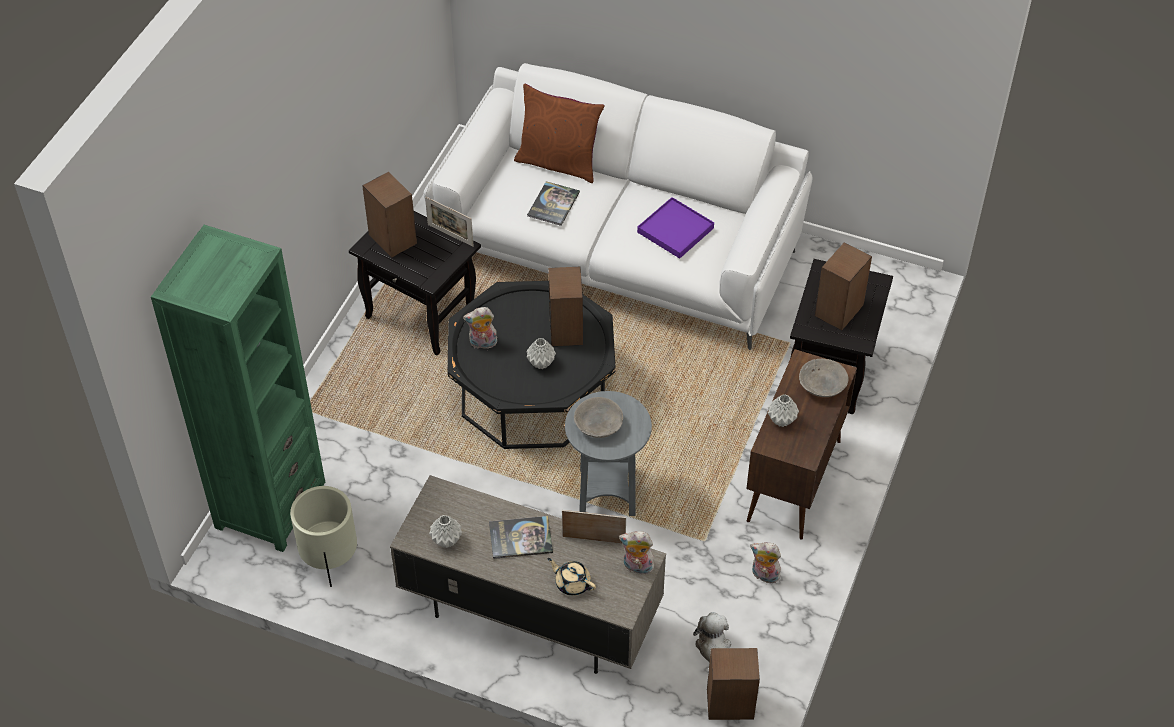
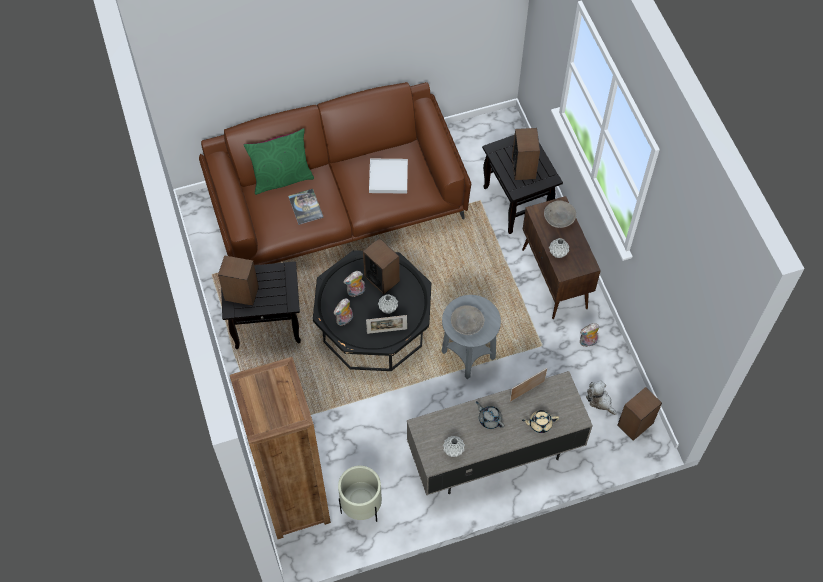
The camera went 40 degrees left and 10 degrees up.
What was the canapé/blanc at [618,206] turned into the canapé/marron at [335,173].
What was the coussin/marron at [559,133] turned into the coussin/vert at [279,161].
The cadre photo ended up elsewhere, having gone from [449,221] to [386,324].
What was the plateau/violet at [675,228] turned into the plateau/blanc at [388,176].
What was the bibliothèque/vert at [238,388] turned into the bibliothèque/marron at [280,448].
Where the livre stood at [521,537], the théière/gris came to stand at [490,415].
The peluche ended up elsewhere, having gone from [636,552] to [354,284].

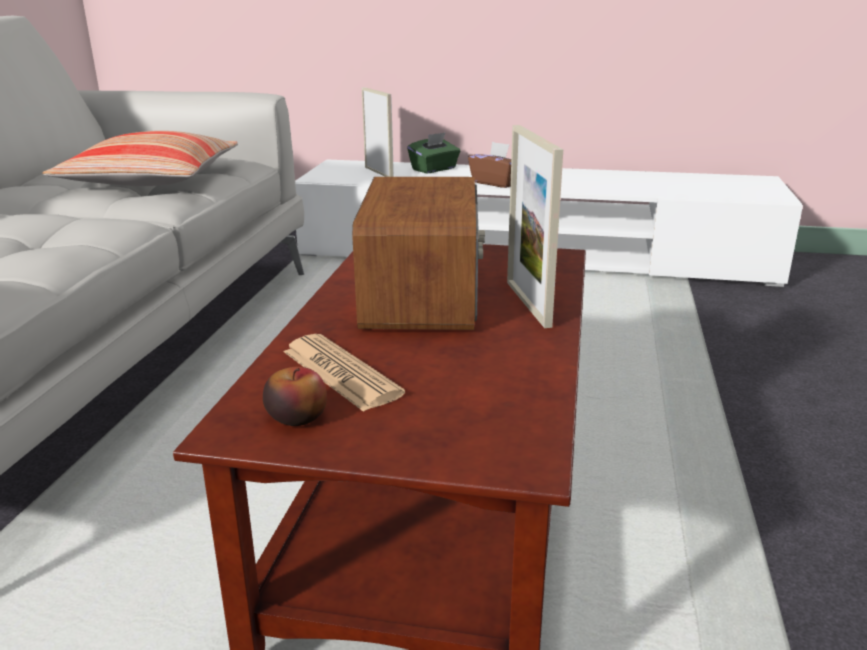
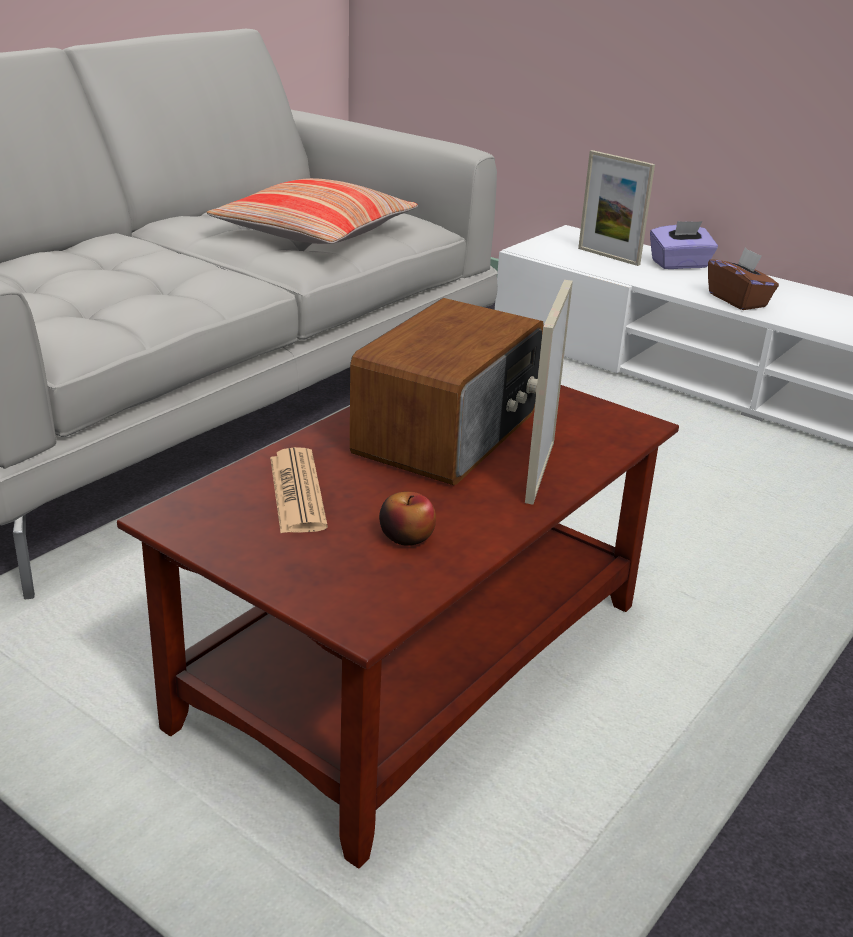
The camera went 25 degrees right and 5 degrees up.
The cadre photo at [378,132] ended up facing another way, 135 degrees clockwise from before.
What was the boîte à mouchoirs/vert at [433,153] turned into the boîte à mouchoirs/violet at [684,245].
The pomme ended up elsewhere, having gone from [295,396] to [407,519].

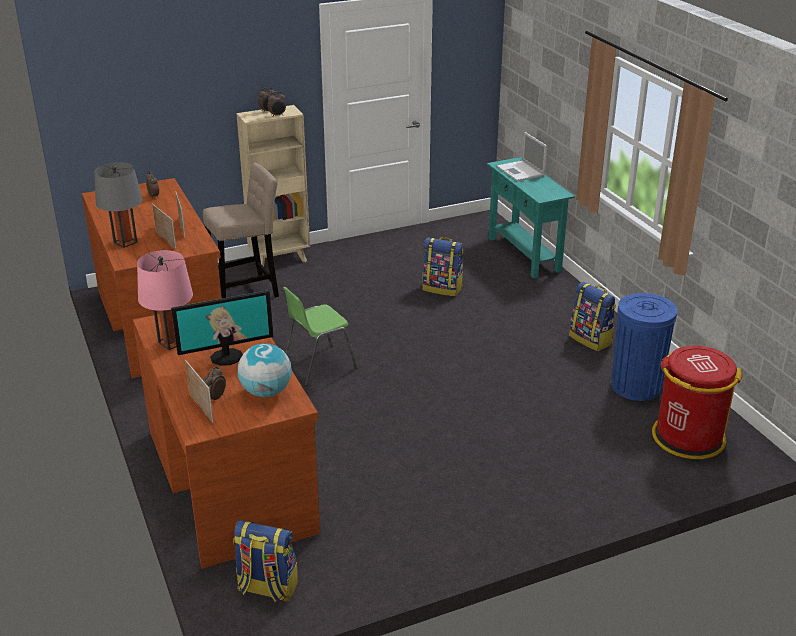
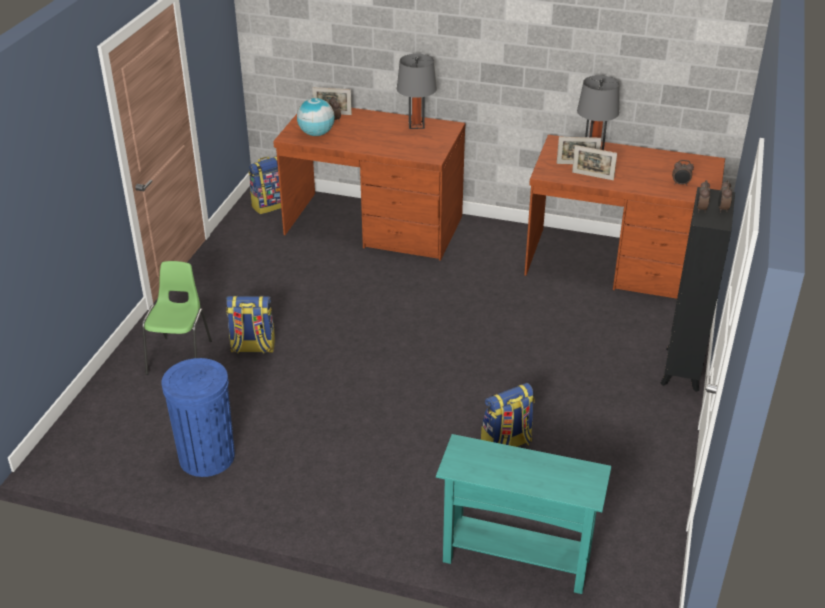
The camera went 130 degrees right and 5 degrees up.
What was the bibliothèque/beige at [273,186] turned into the bibliothèque/noir at [697,289].
The second view lost the ordinateur portable at [522,157].
The second view lost the tabouret/beige at [241,230].
What was the lampe de table/rose at [165,300] turned into the lampe de table/gris at [417,91].
The sac à dos ended up elsewhere, having gone from [592,316] to [250,325].
The chaise/vert ended up elsewhere, having gone from [320,336] to [177,318].
The second view lost the écran d'ordinateur at [222,328].
The second view lost the poubelle/rouge at [697,402].

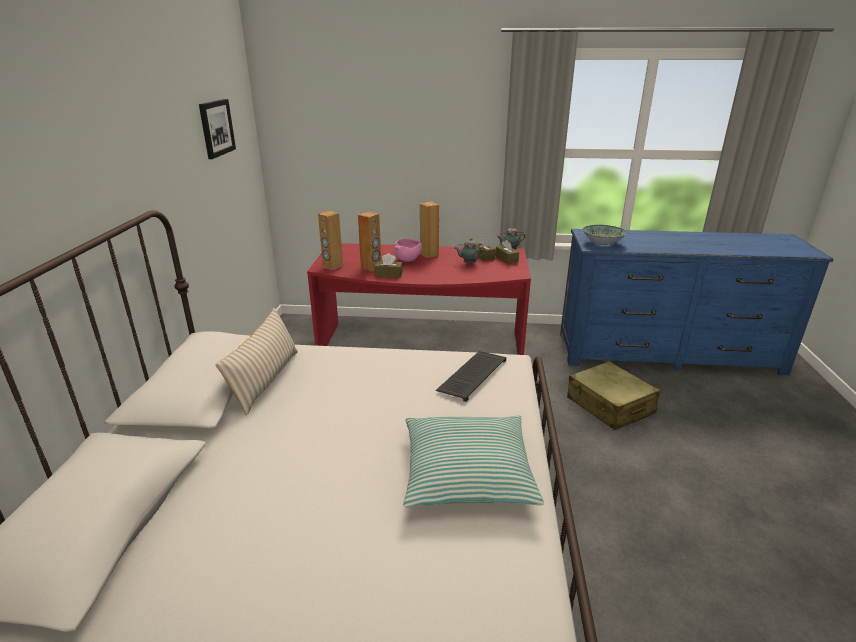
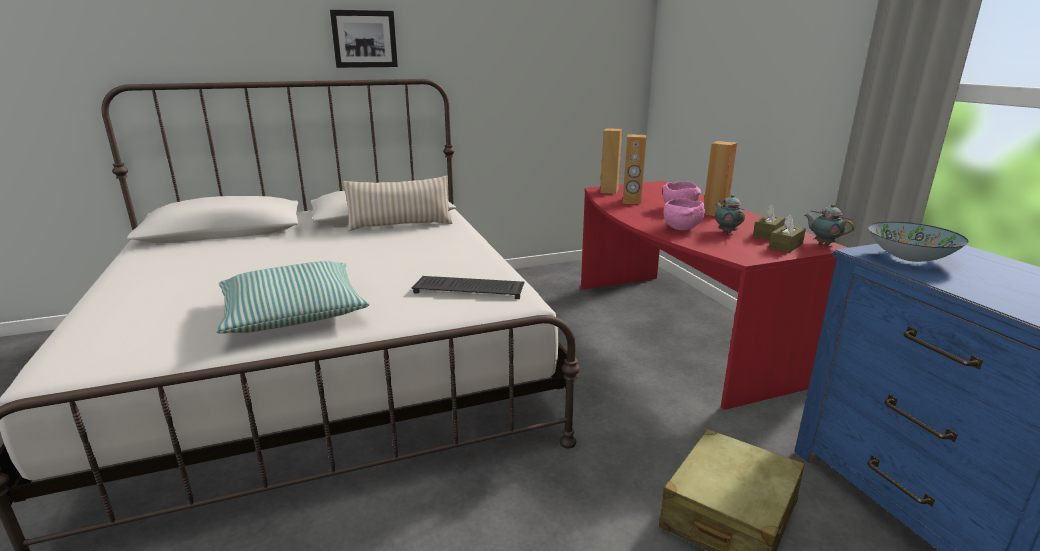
The camera went 65 degrees right and 5 degrees down.
The tableau ended up elsewhere, having gone from [217,129] to [364,39].
The second view lost the boîte à mouchoirs/marron at [389,265].
The second view gained the bol/rose at [684,214].

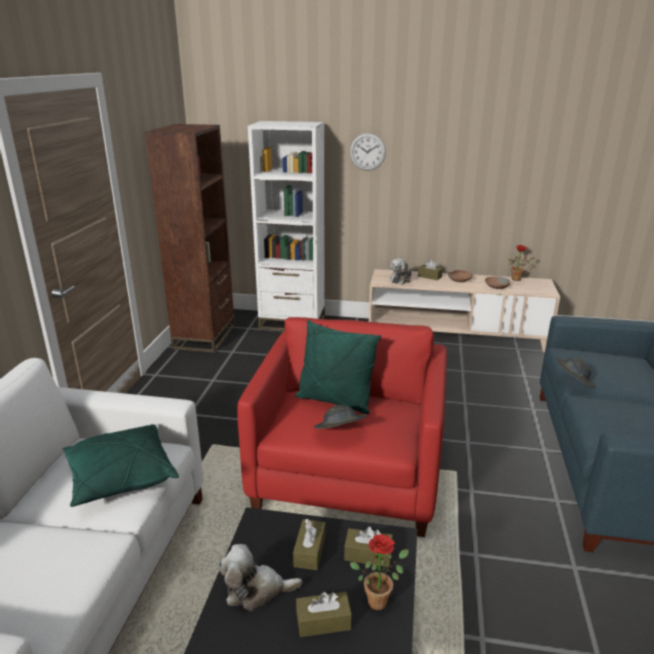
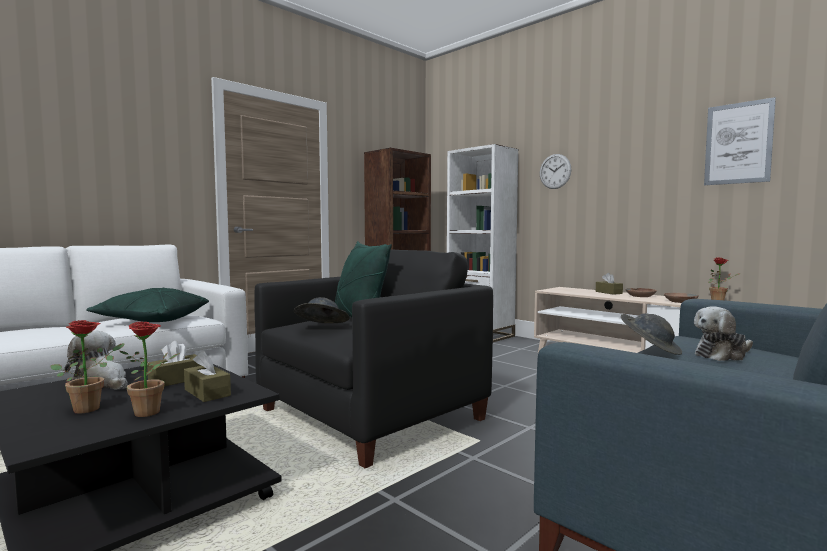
The camera went 35 degrees right and 20 degrees down.
The peluche ended up elsewhere, having gone from [401,271] to [723,333].
What was the fauteuil/rouge at [342,427] turned into the fauteuil/noir at [373,359].
Where the boîte à mouchoirs/marron stood at [324,614], the plante en pot came to stand at [88,367].
The second view gained the tableau at [740,141].

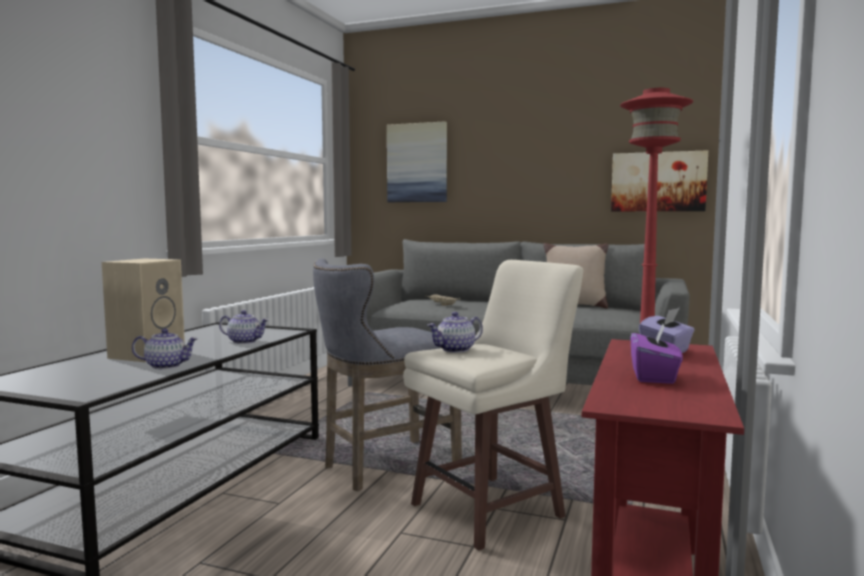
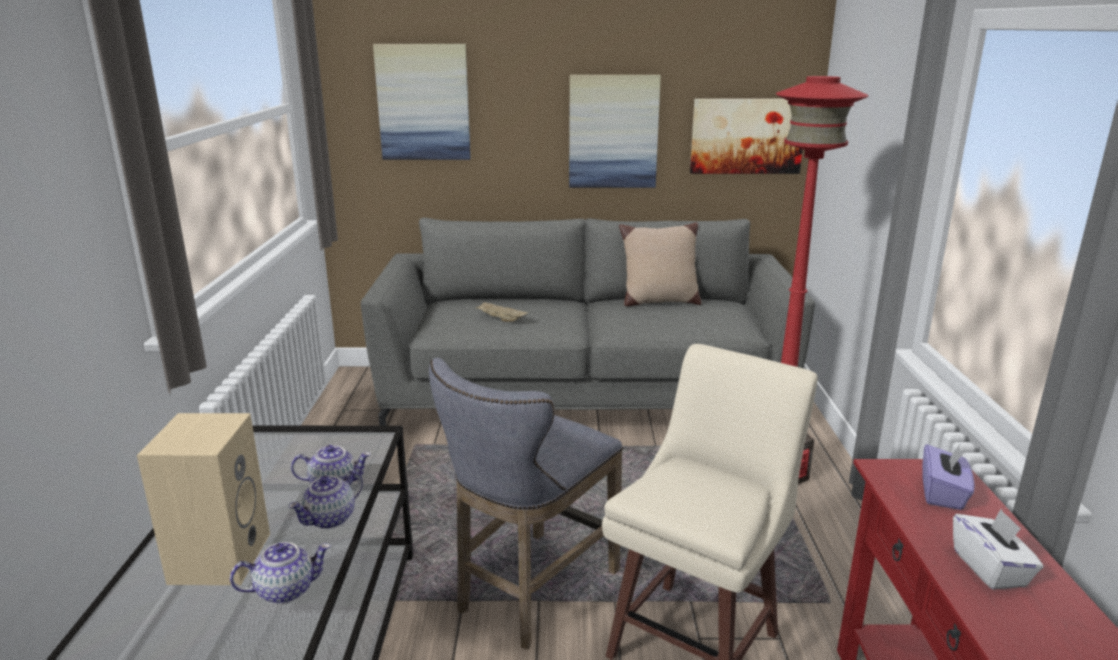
The camera went 20 degrees left and 15 degrees up.
The théière ended up elsewhere, having gone from [455,332] to [325,499].
What was the boîte à mouchoirs/violet at [656,354] turned into the boîte à mouchoirs/blanc at [998,549].
The second view gained the tableau at [615,131].

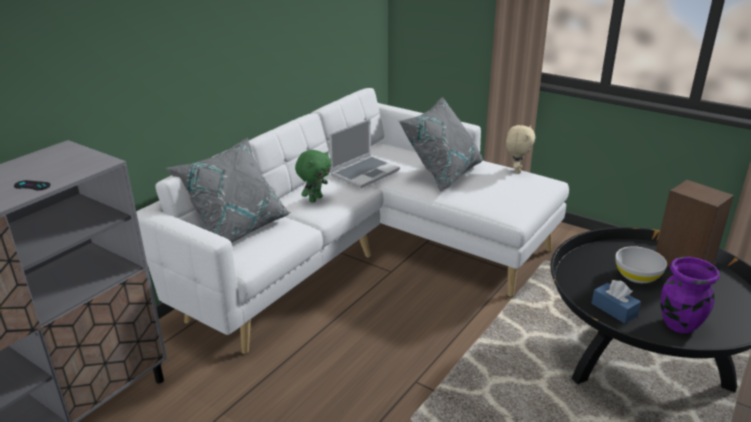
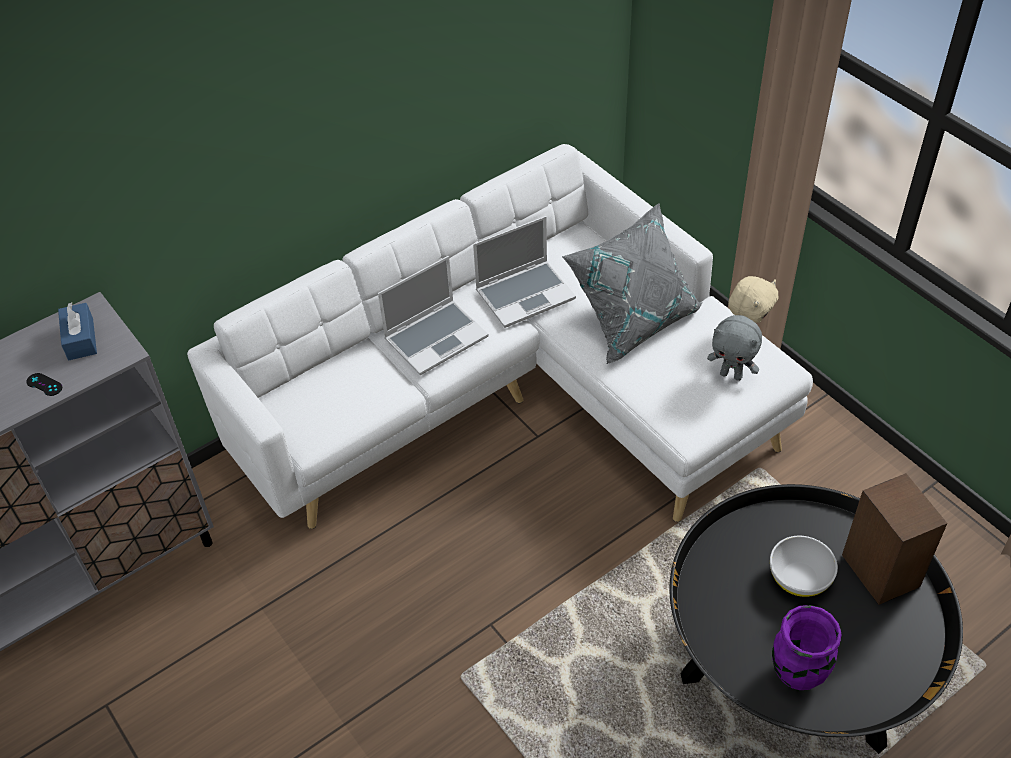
The camera went 20 degrees right and 20 degrees up.
The second view lost the coussin/gris at [228,190].
Where the peluche/vert stood at [313,176], the ordinateur portable came to stand at [433,315].
The boîte à mouchoirs/bleu ended up elsewhere, having gone from [616,302] to [77,331].
The second view gained the peluche/gris at [734,348].

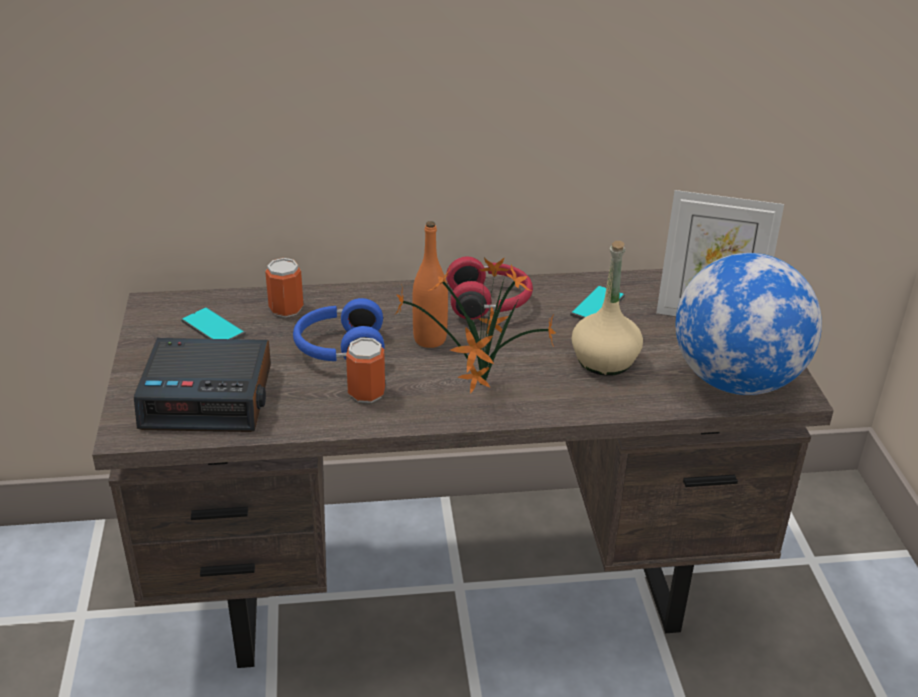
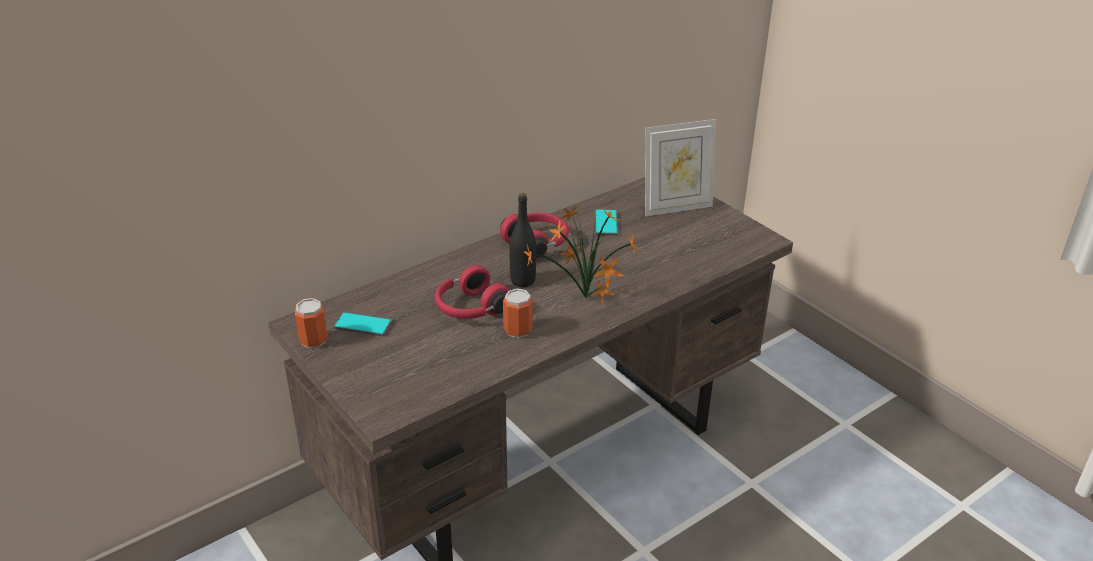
The camera went 30 degrees left and 0 degrees up.
What was the bouteille/orange at [430,284] turned into the bouteille/noir at [522,240].
The second view lost the bouteille/beige at [607,308].
The second view lost the globe at [749,324].
The boîte métallique ended up elsewhere, having gone from [284,287] to [311,323].
What was the casque audio/bleu at [338,329] turned into the casque audio/rouge at [472,292].
The second view lost the réveil at [202,385].

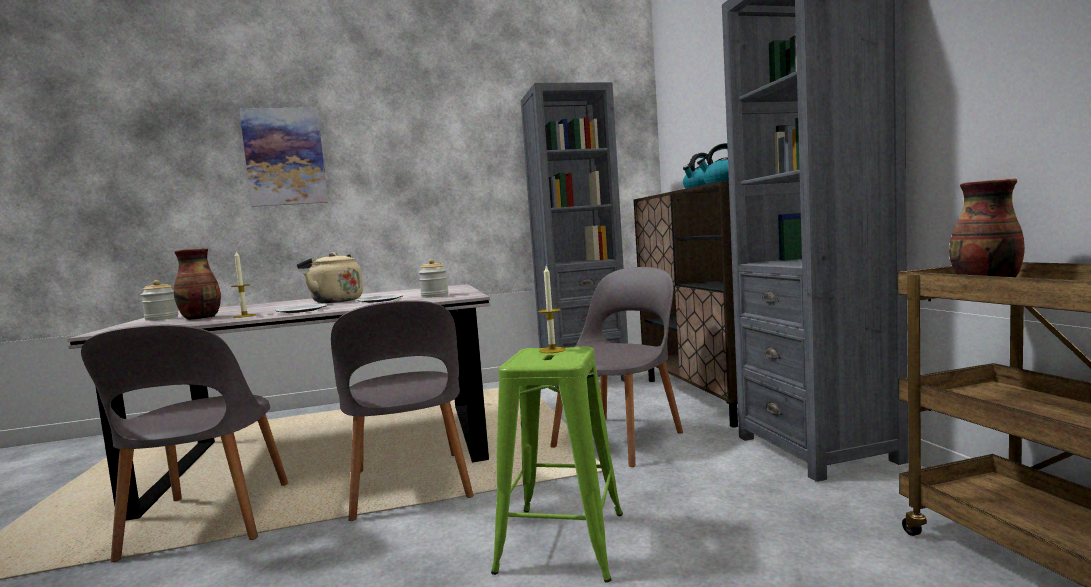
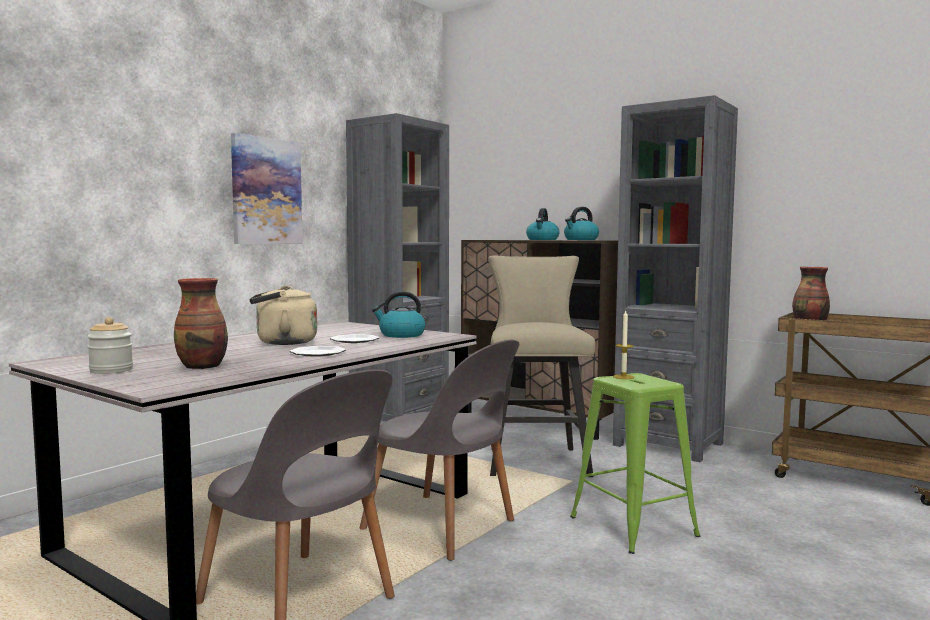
The camera went 40 degrees left and 0 degrees up.
The tableau ended up elsewhere, having gone from [283,157] to [266,188].
The second view lost the bougie at [243,284].
Where the bocal stood at [433,278], the bouilloire came to stand at [399,314].
Where the chaise/gris stood at [616,367], the tabouret/beige came to stand at [541,366].

